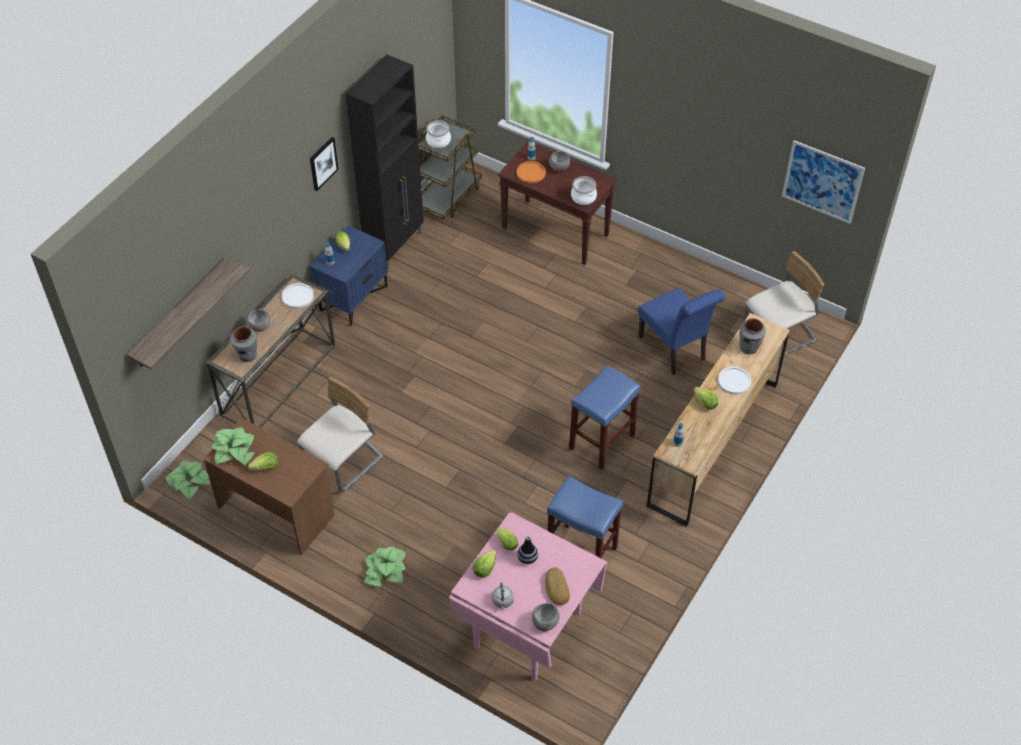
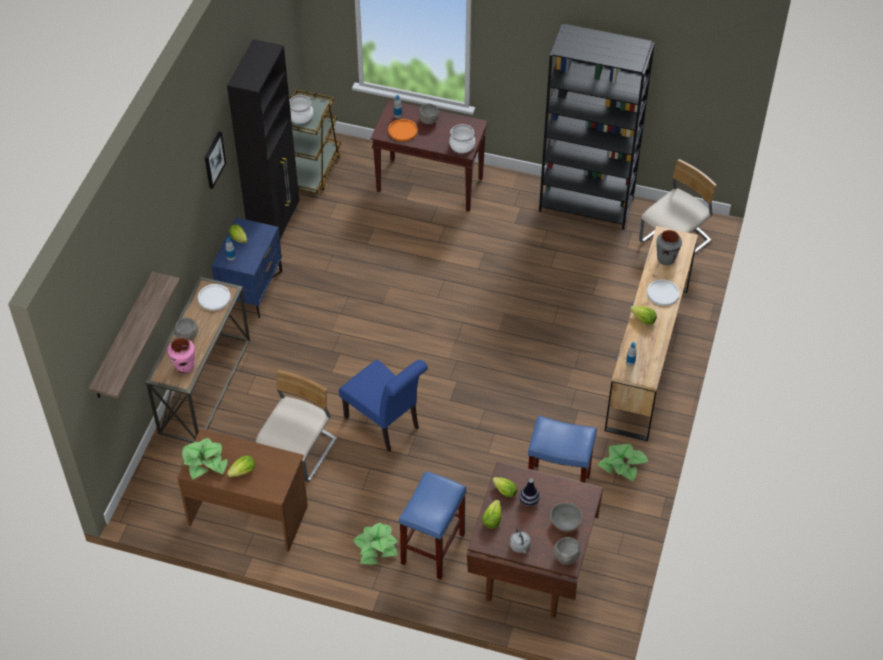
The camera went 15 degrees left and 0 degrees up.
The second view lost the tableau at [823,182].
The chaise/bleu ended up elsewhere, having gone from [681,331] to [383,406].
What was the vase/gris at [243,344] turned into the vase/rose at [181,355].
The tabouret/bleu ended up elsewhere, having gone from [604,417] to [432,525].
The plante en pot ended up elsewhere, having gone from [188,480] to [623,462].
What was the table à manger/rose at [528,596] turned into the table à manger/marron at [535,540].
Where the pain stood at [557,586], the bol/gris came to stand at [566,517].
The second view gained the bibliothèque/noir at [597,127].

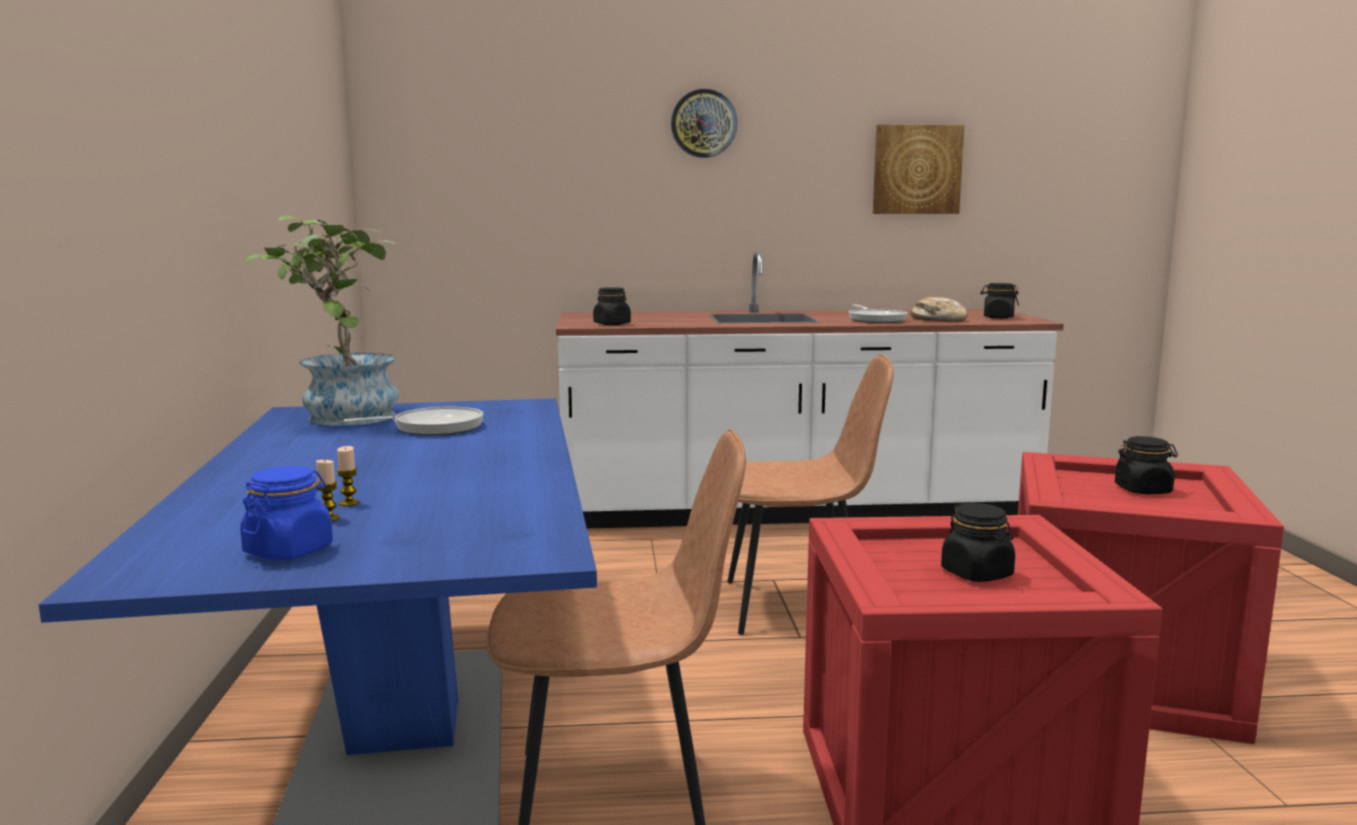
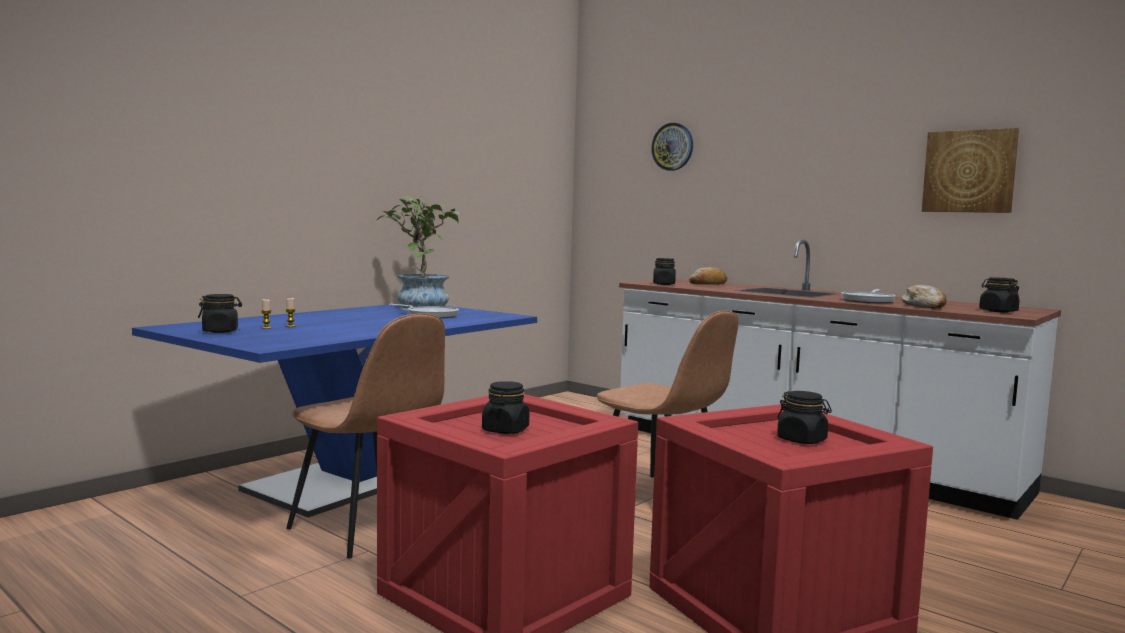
The camera went 45 degrees right and 5 degrees down.
The horloge murale ended up elsewhere, having gone from [704,123] to [672,147].
What was the bocal/bleu at [286,513] turned into the bocal/noir at [220,313].
The second view gained the pain at [708,276].

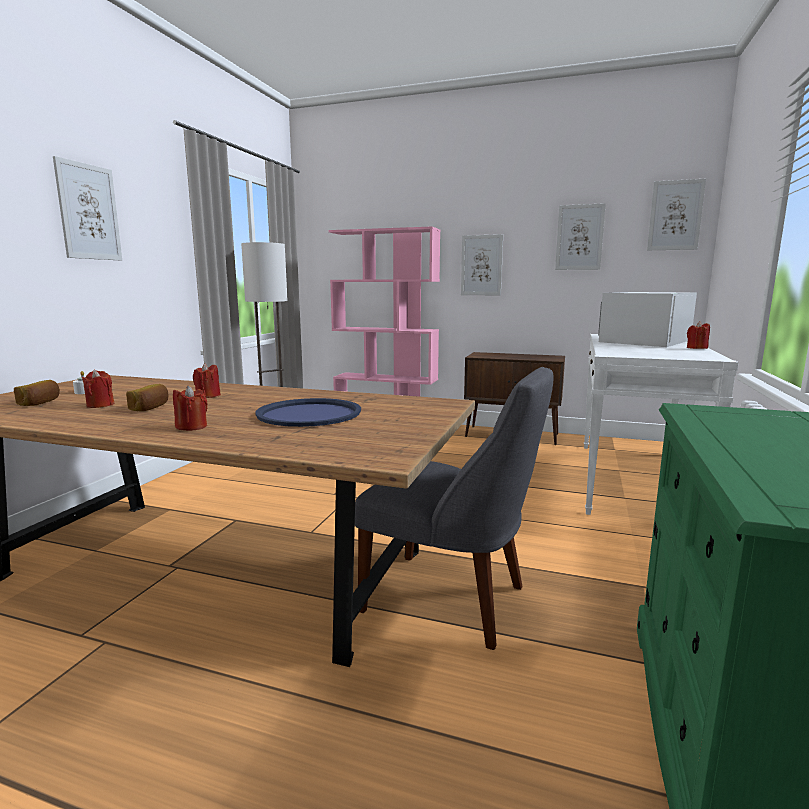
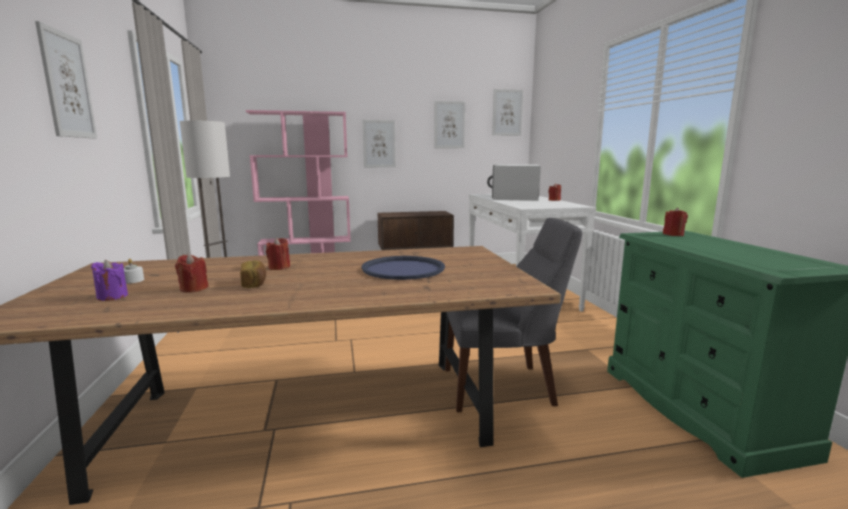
The camera went 30 degrees left and 0 degrees up.
Where the pain stood at [37,393], the bougie/violet came to stand at [109,280].
The bougie/rouge ended up elsewhere, having gone from [190,408] to [675,221].

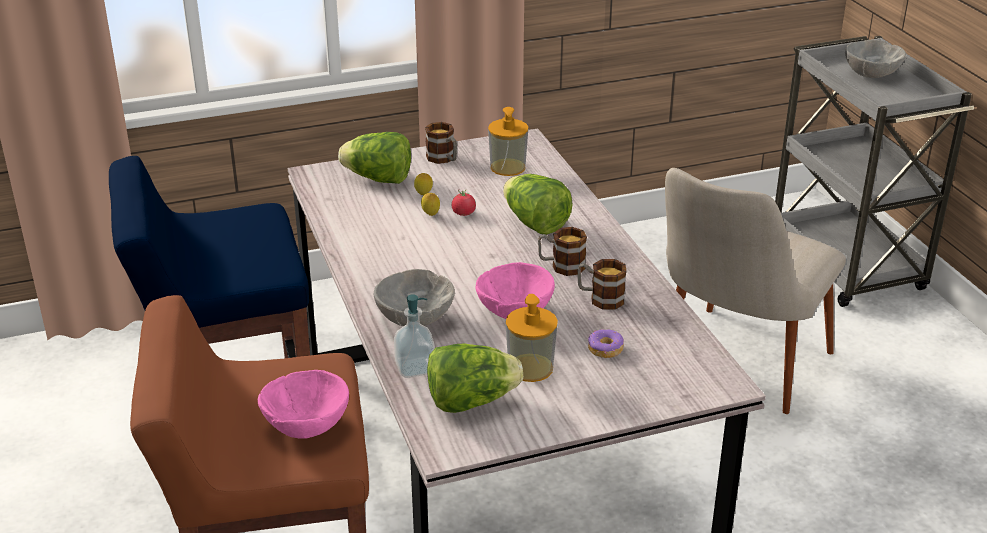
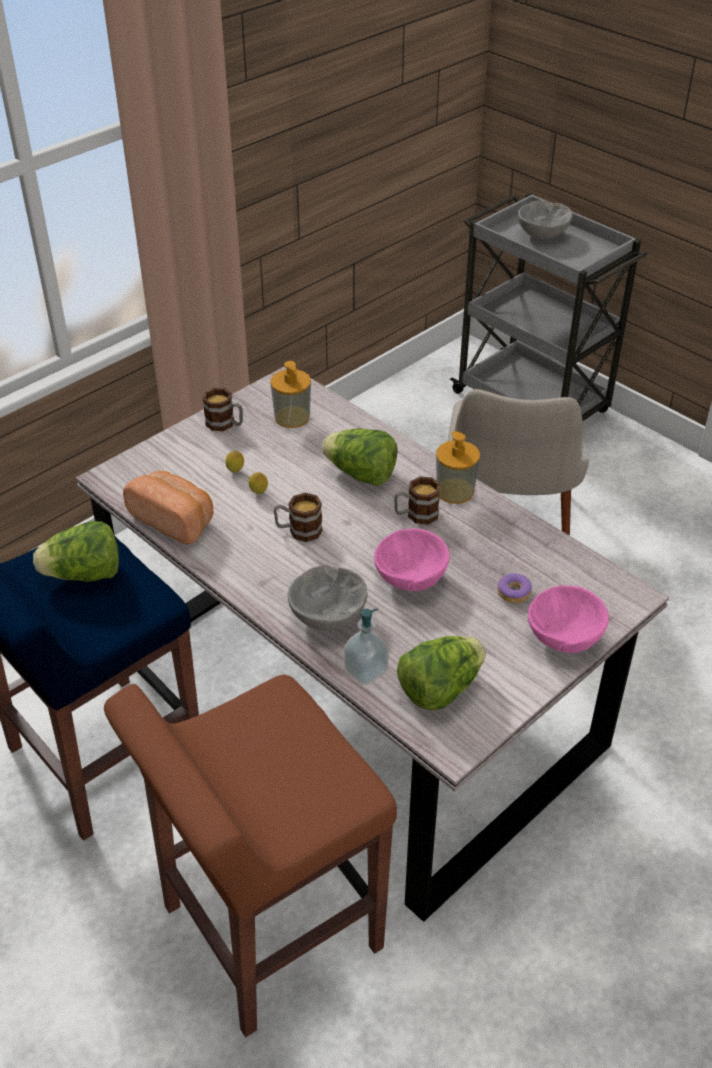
The camera went 25 degrees left and 10 degrees up.
The laitue ended up elsewhere, having gone from [374,158] to [76,551].
The second view lost the tomate at [464,203].
The mug ended up elsewhere, having gone from [602,284] to [298,517].
The distributeur de savon ended up elsewhere, having gone from [532,338] to [458,467].
The bol/rose ended up elsewhere, having gone from [303,404] to [568,619].
The second view gained the pain at [168,508].

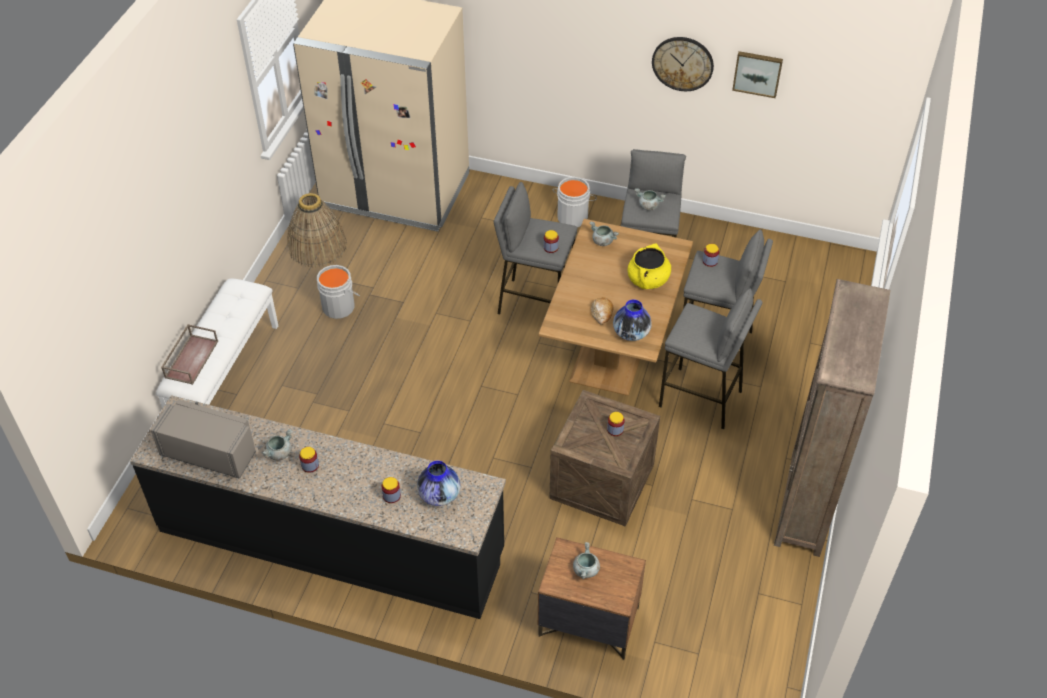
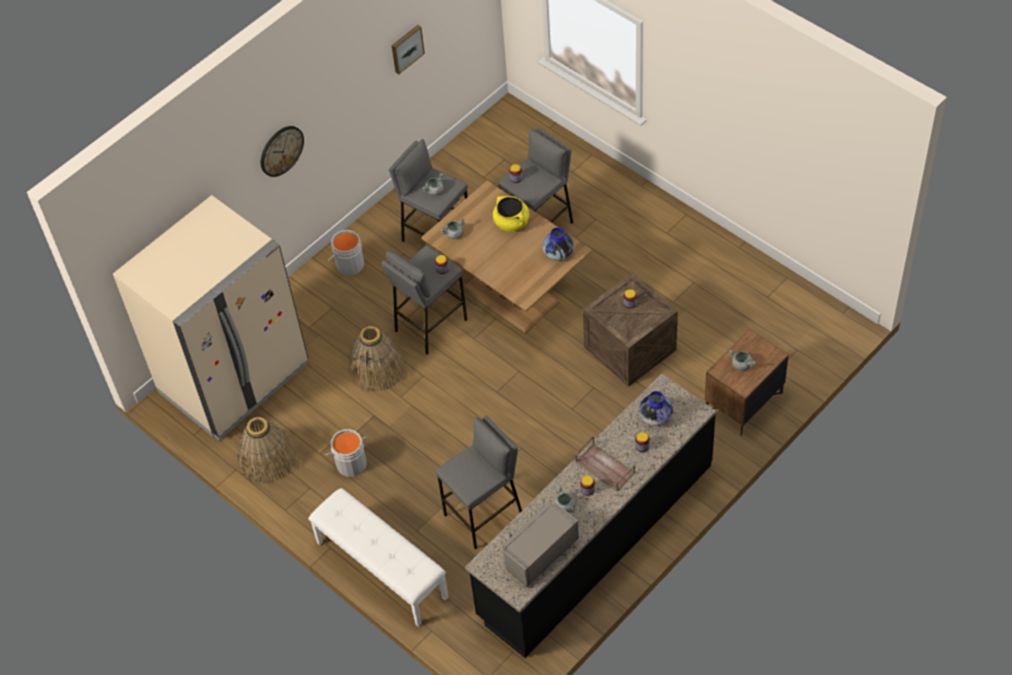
The camera went 60 degrees left and 5 degrees up.
The horloge murale ended up elsewhere, having gone from [683,64] to [282,151].
The second view lost the bibliothèque/marron at [832,418].
The tabouret/gris ended up elsewhere, having gone from [711,359] to [478,482].
The second view lost the pain at [602,311].
The plateau/marron ended up elsewhere, having gone from [189,354] to [605,464].
The second view gained the panier at [377,359].

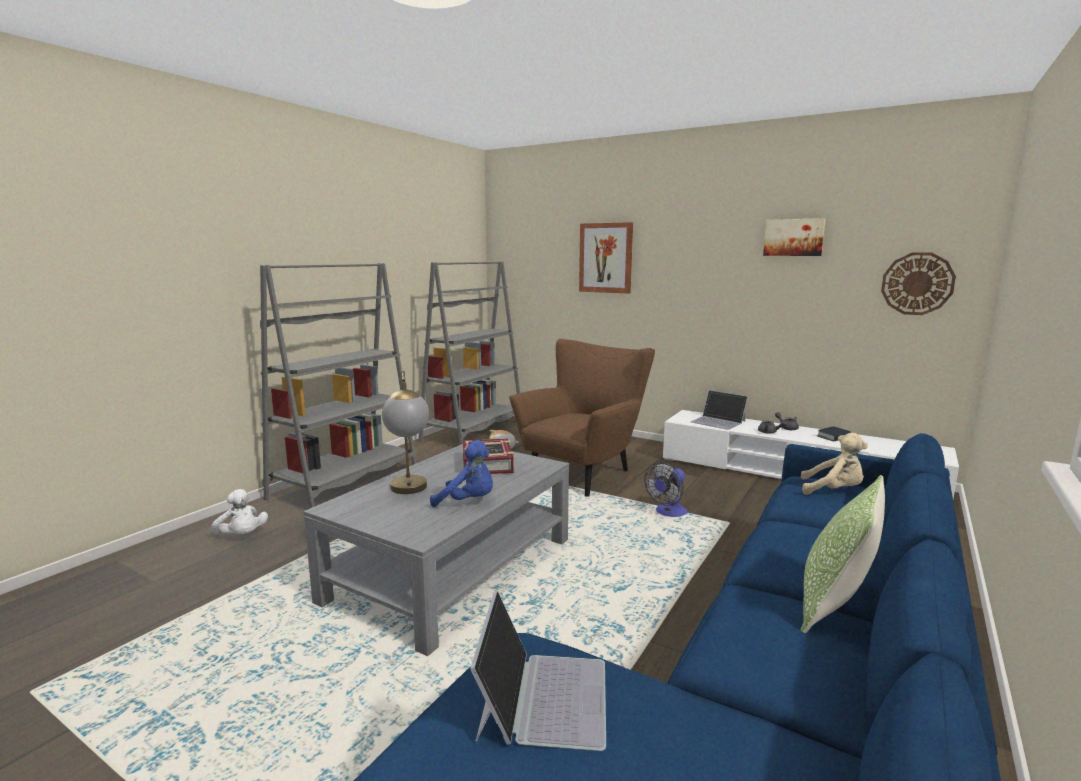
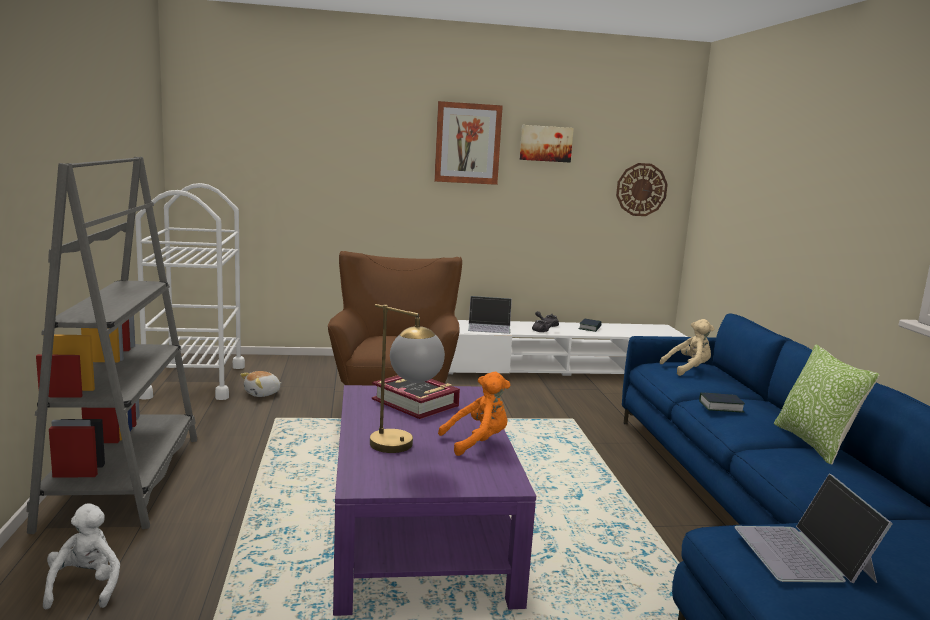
The camera went 40 degrees left and 0 degrees up.
The tableau ended up elsewhere, having gone from [606,258] to [468,143].
Where the bibliothèque/gris stood at [469,353], the chariot/blanc came to stand at [190,291].
What was the peluche/bleu at [461,473] turned into the peluche/orange at [474,414].
What was the table basse/gris at [436,550] turned into the table basse/violet at [434,500].
The second view lost the ventilateur at [665,489].
The peluche/blanc at [239,512] ended up facing another way, 105 degrees counterclockwise from before.
The ordinateur portable at [538,670] ended up facing another way, 150 degrees counterclockwise from before.
The second view gained the livre at [722,403].

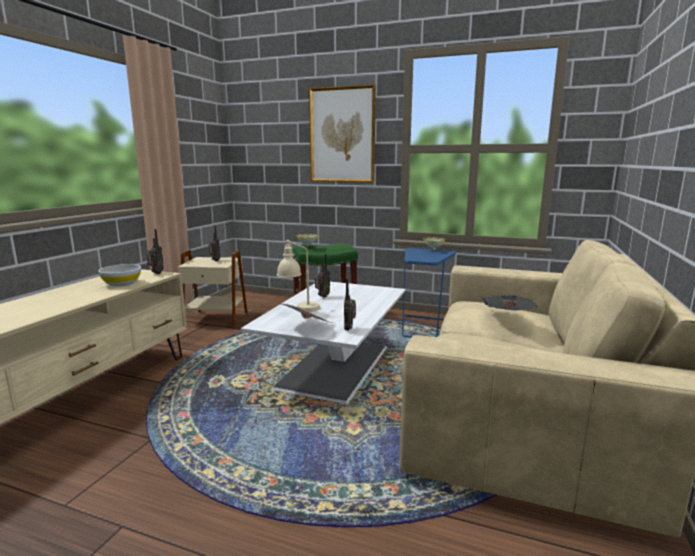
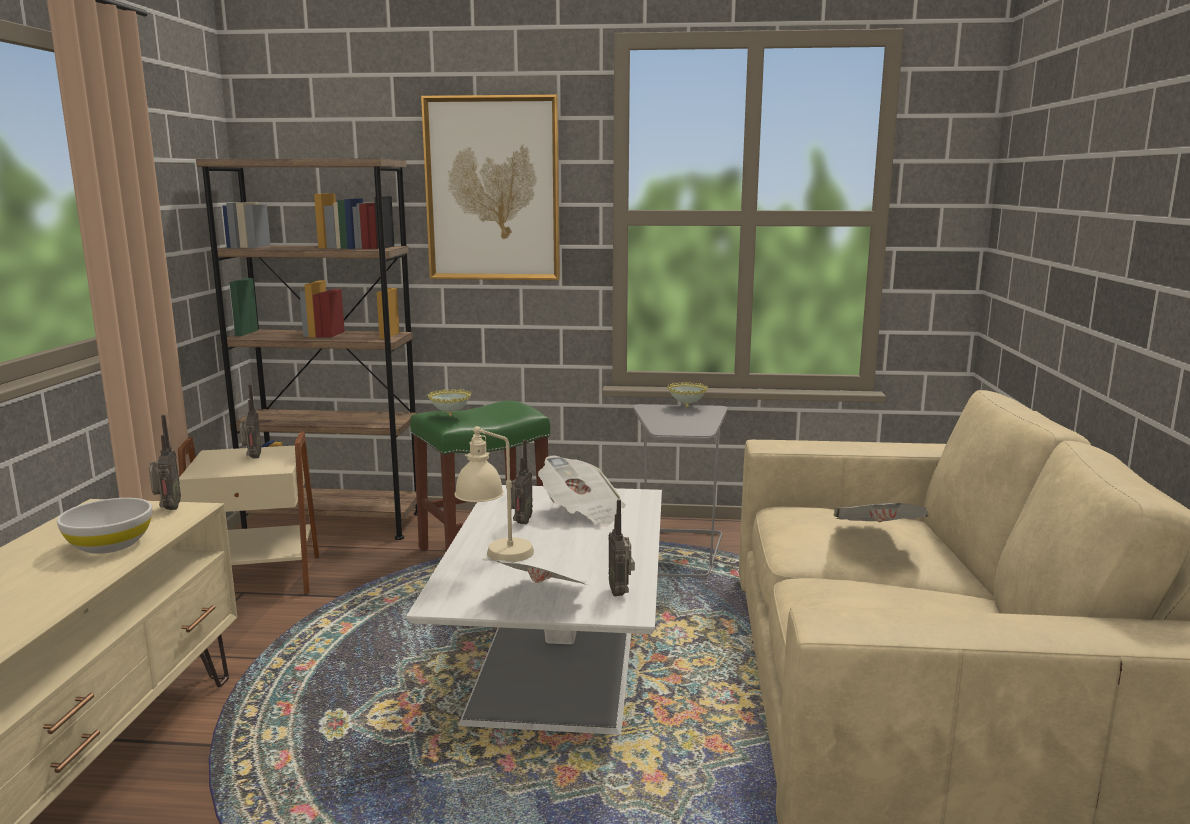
The camera went 15 degrees left and 0 degrees up.
What was the table d'appoint/bleu at [429,293] turned into the table d'appoint/gris at [680,491].
The second view gained the bibliothèque/marron at [306,349].
The second view gained the journal at [581,491].

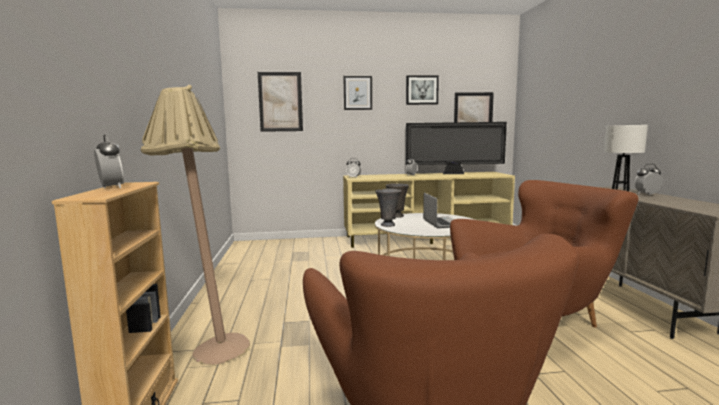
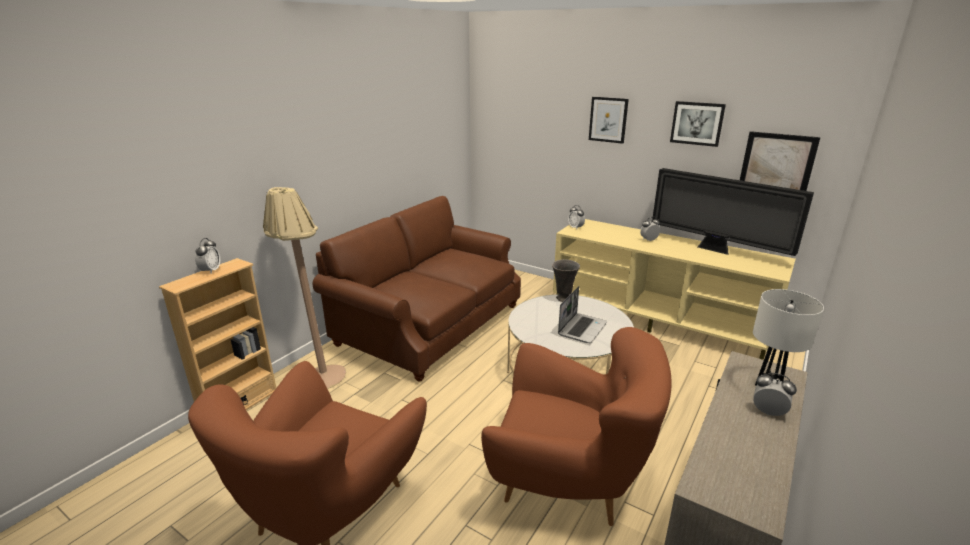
The camera went 40 degrees right and 15 degrees up.
The second view lost the tableau at [280,102].
The second view lost the vase/gris at [388,207].
The second view gained the canapé/marron at [417,289].

